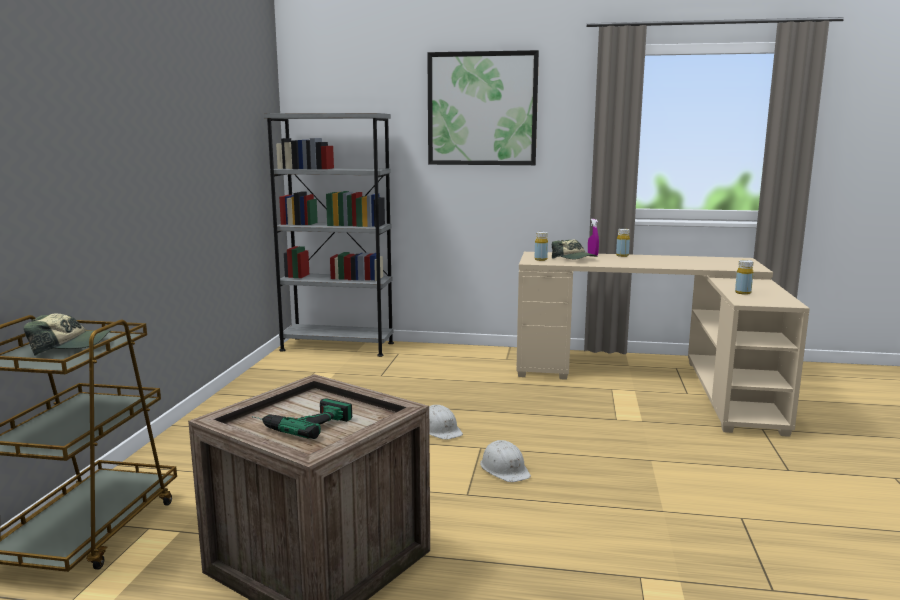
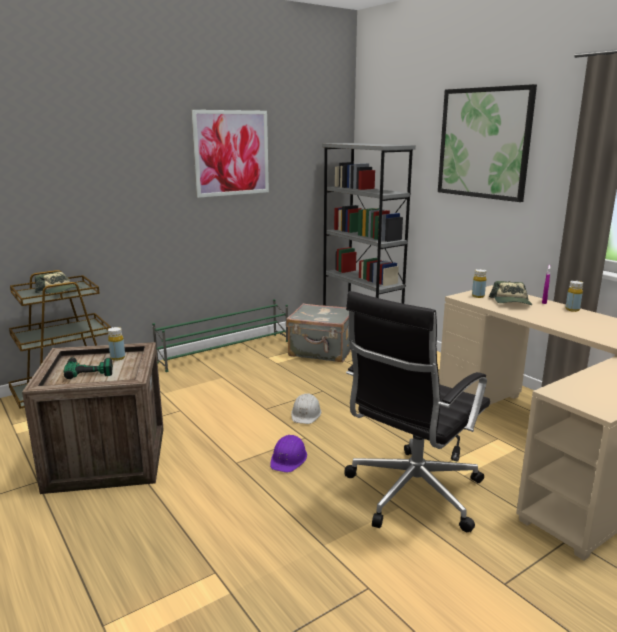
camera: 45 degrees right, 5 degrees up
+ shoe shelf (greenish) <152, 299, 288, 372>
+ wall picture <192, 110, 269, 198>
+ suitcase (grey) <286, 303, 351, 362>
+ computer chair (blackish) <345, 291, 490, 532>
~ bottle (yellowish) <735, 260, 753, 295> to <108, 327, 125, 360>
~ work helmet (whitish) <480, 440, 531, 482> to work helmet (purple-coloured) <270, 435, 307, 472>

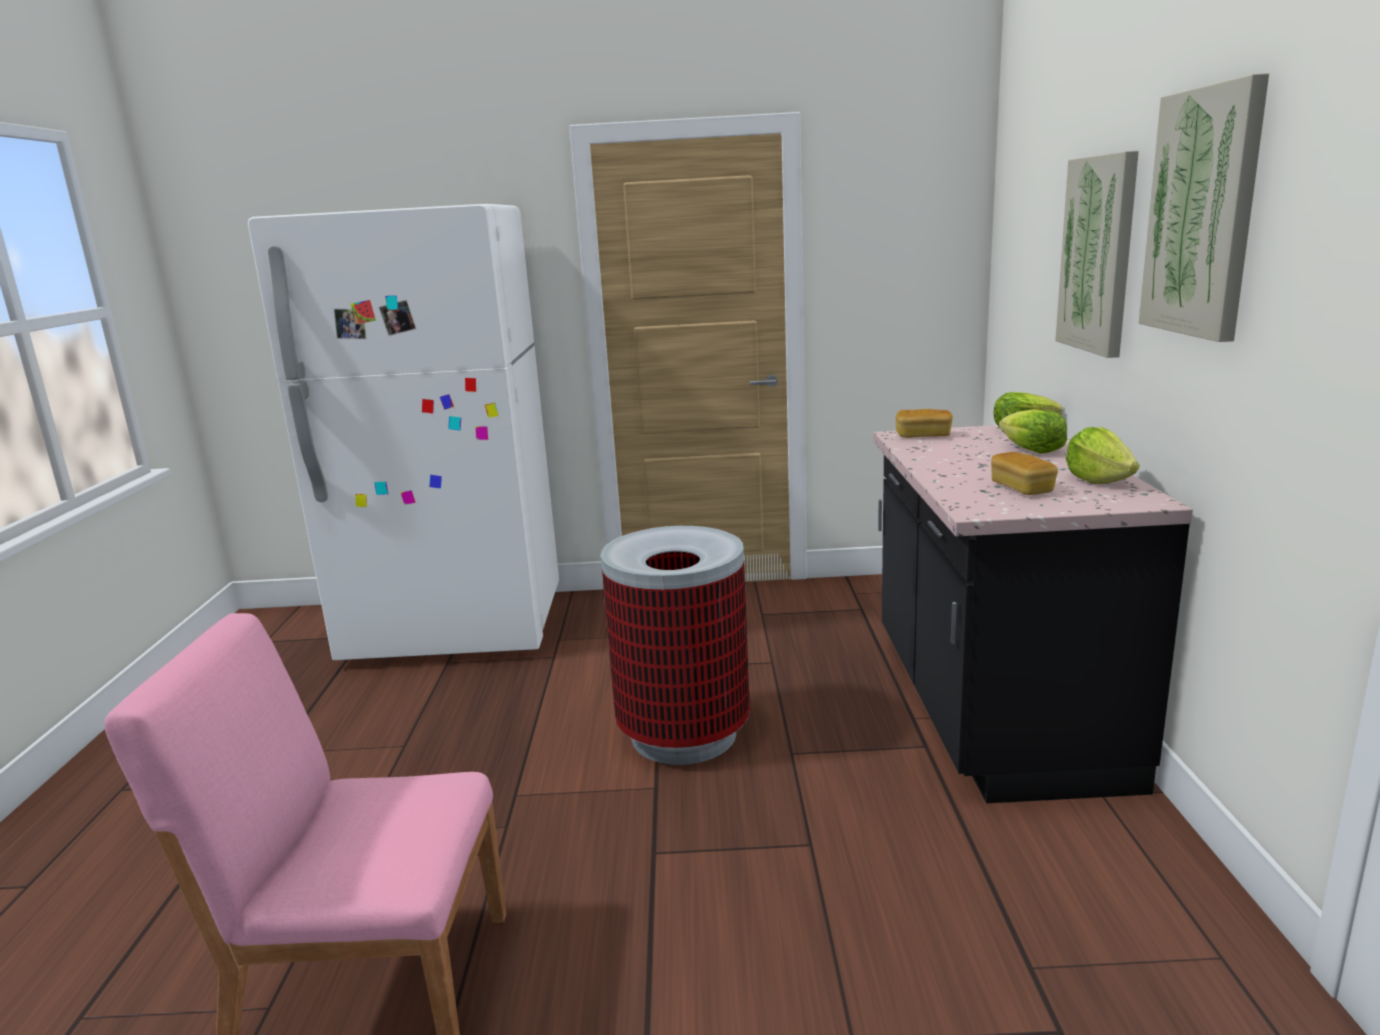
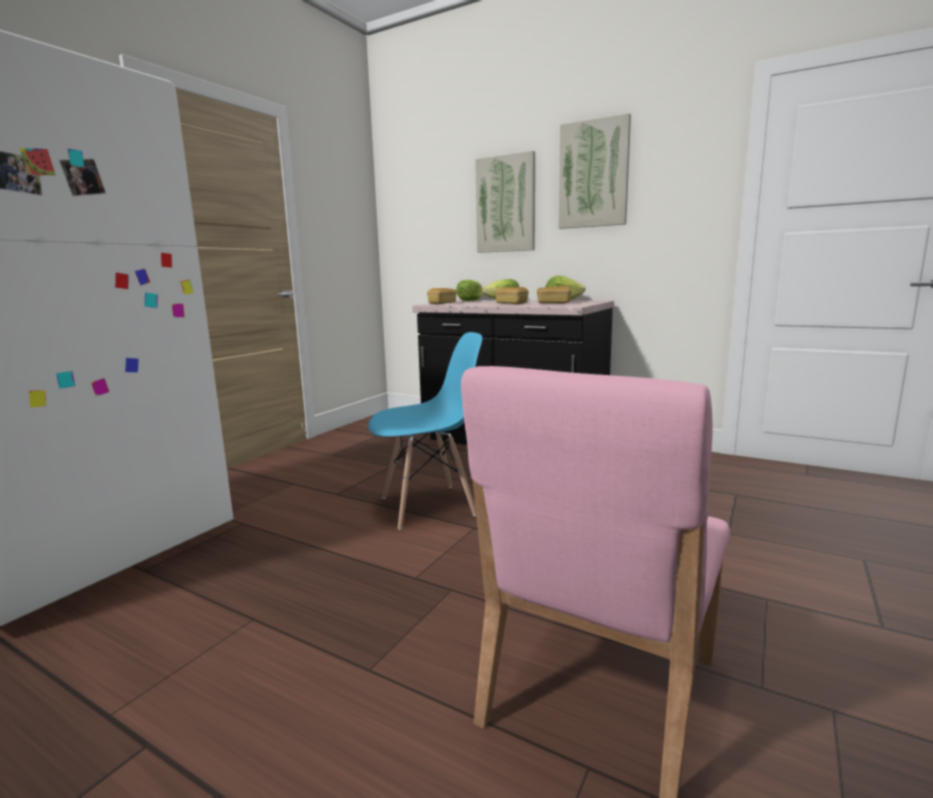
camera: 60 degrees left, 5 degrees down
+ bakery bread <495, 287, 529, 304>
~ trash can <601, 526, 750, 765> to upright chair (blue-coloured) <368, 332, 482, 530>

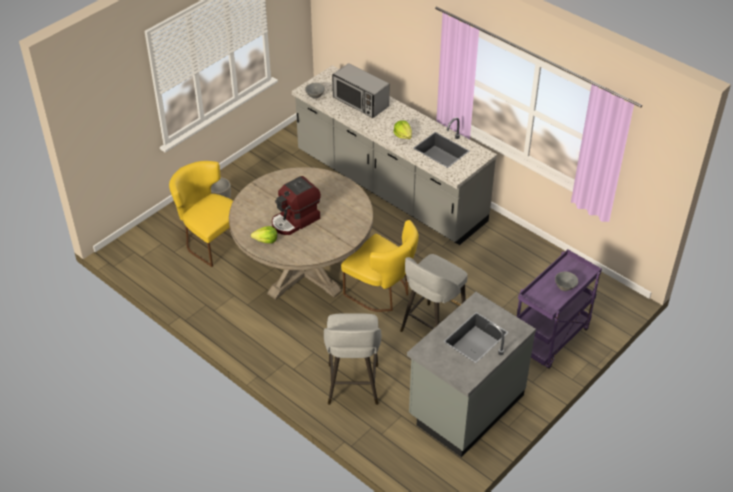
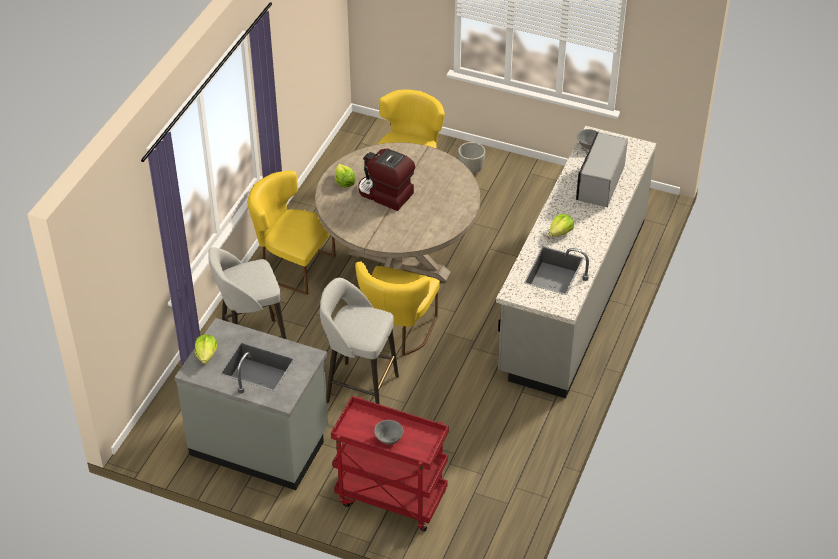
camera: 70 degrees right, 0 degrees up
+ lettuce <195, 334, 218, 364>
+ upright chair (yellowish) <247, 171, 336, 295>
~ wheeled cart (purple-coloured) <517, 249, 602, 369> to wheeled cart (red) <331, 396, 449, 531>

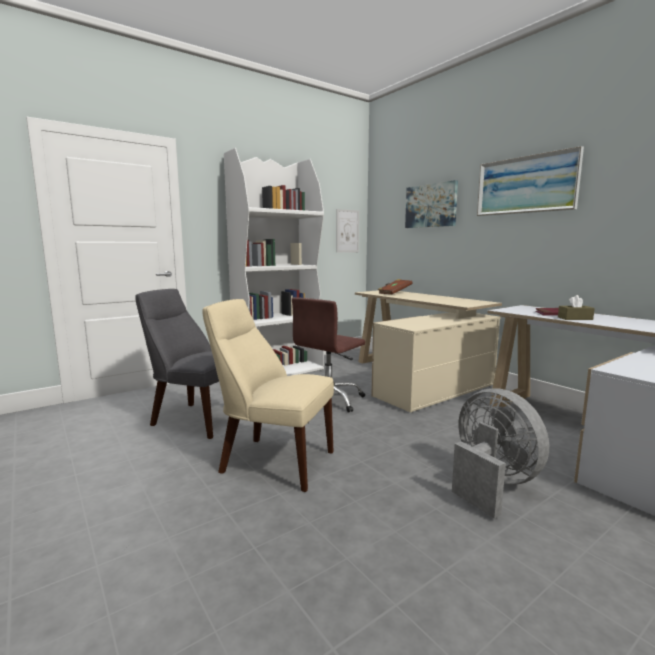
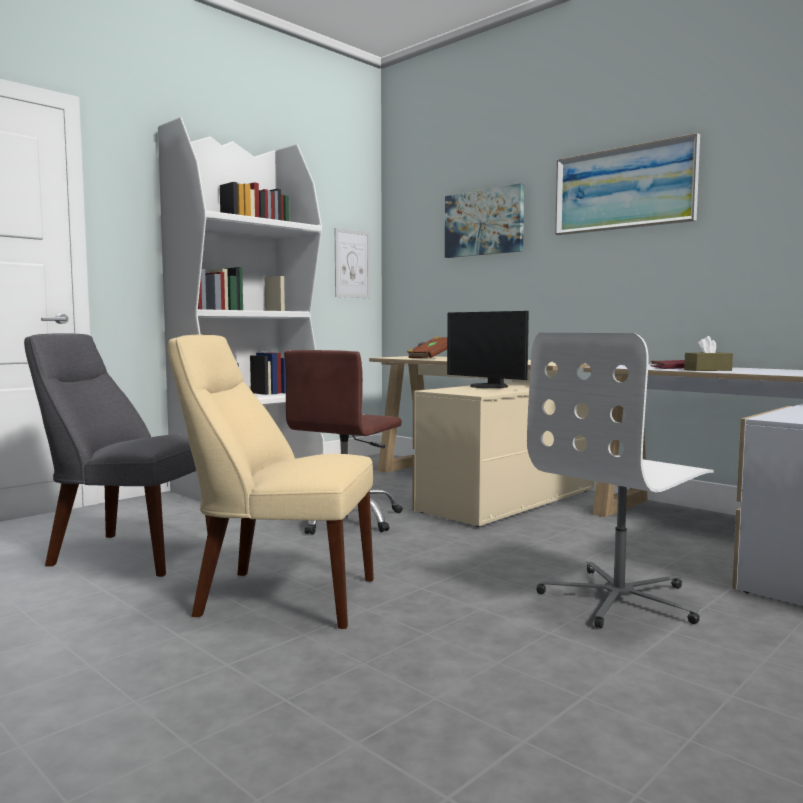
camera: 10 degrees left, 5 degrees down
+ computer display <447, 311, 529, 388>
~ electric fan (grey) <452, 388, 549, 519> to computer chair (whitish) <527, 333, 714, 628>

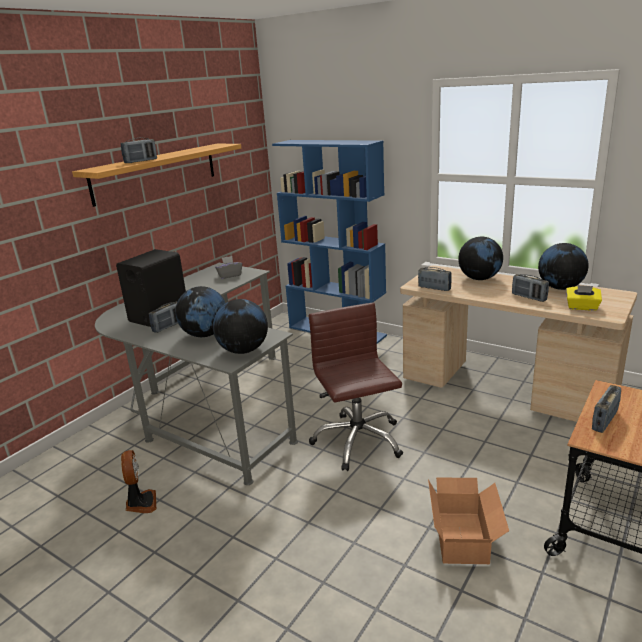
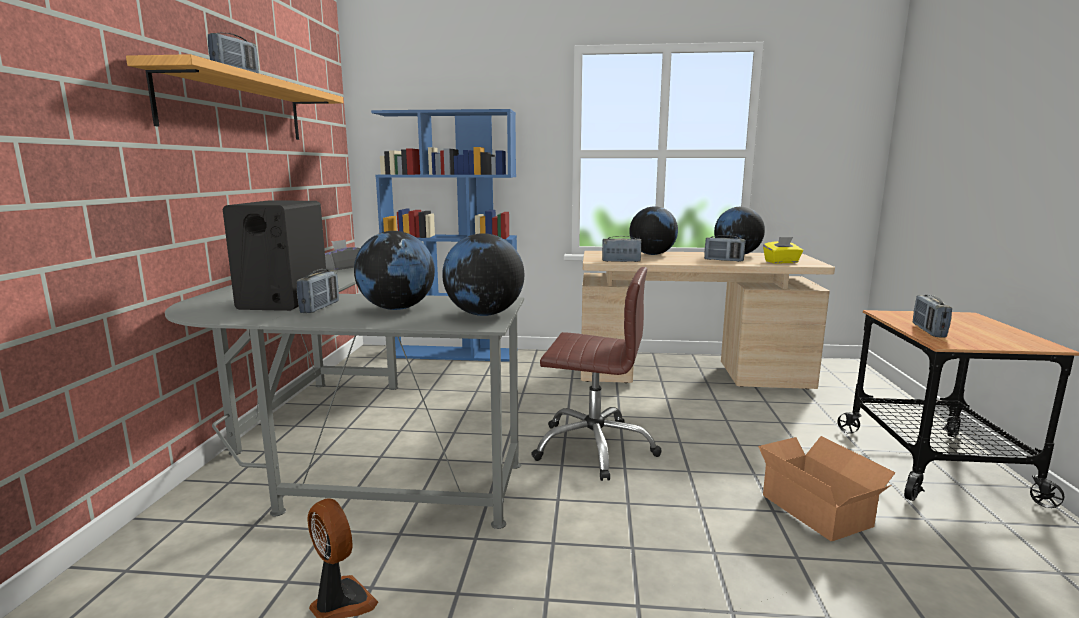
camera: 30 degrees left, 10 degrees down
~ computer chair (brownish) <309, 302, 403, 471> = <531, 267, 661, 481> 150 degrees clockwise

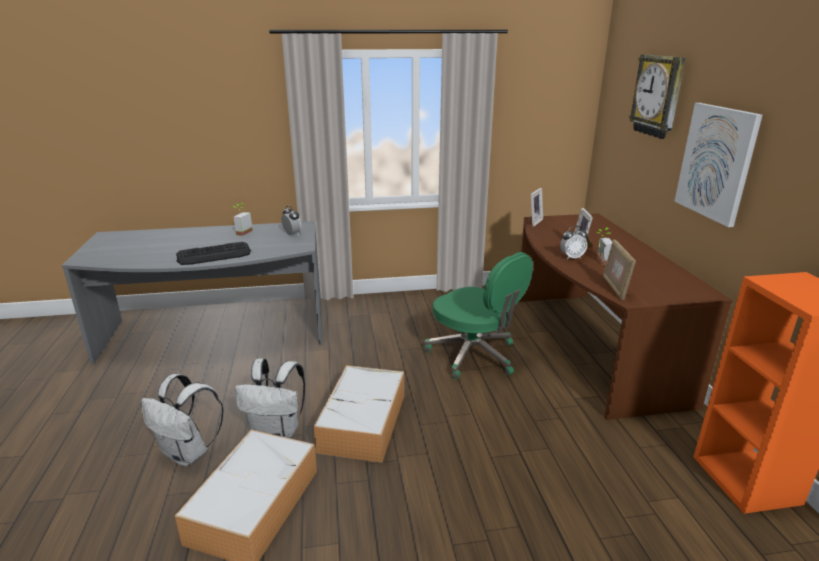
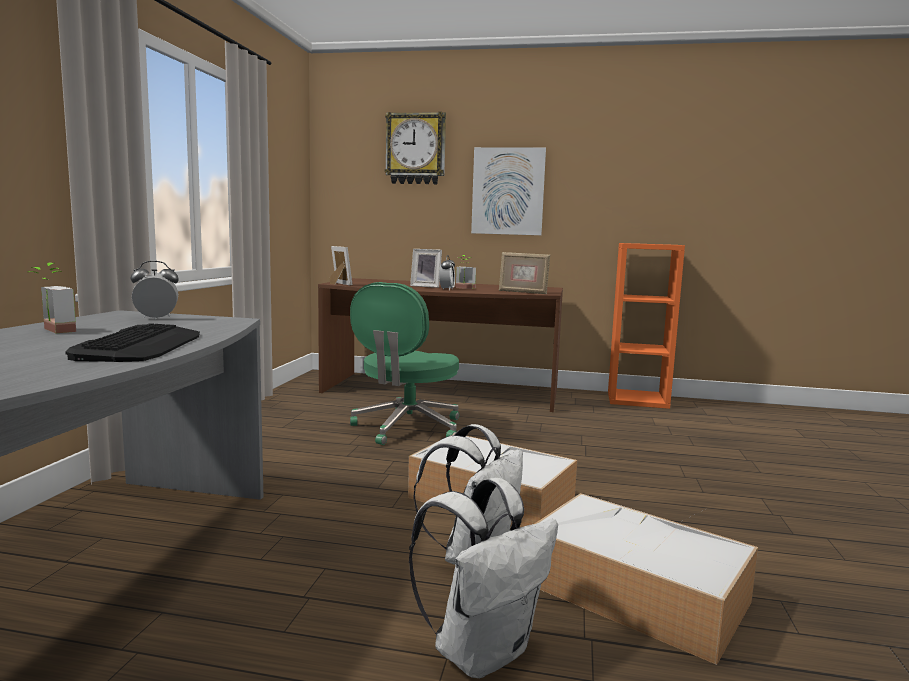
camera: 70 degrees left, 15 degrees down
~ computer chair (greenish) <424, 252, 533, 380> = <350, 282, 459, 445> 135 degrees clockwise

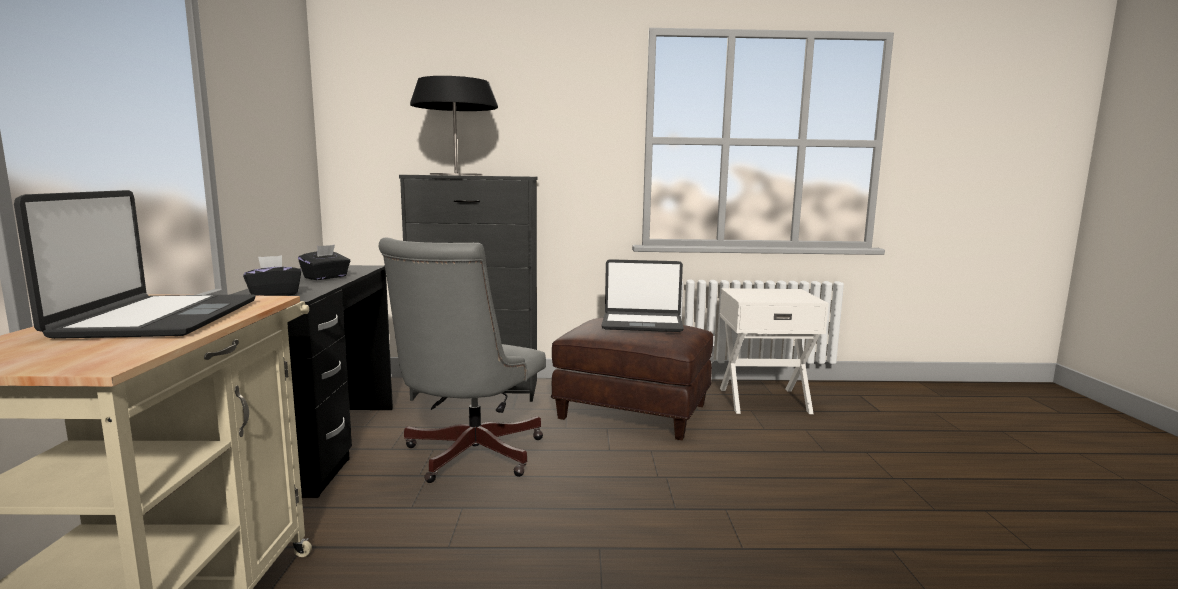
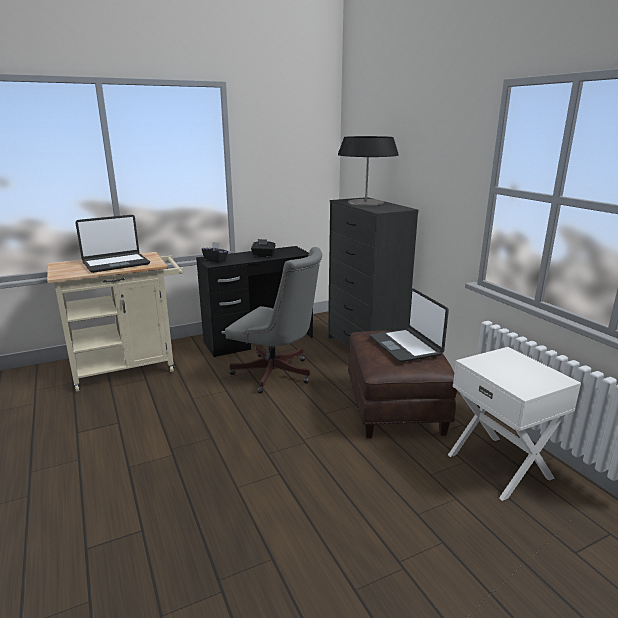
camera: 65 degrees right, 10 degrees up
~ computer chair (grey) <378, 238, 546, 483> = <225, 247, 322, 393> 150 degrees counterclockwise

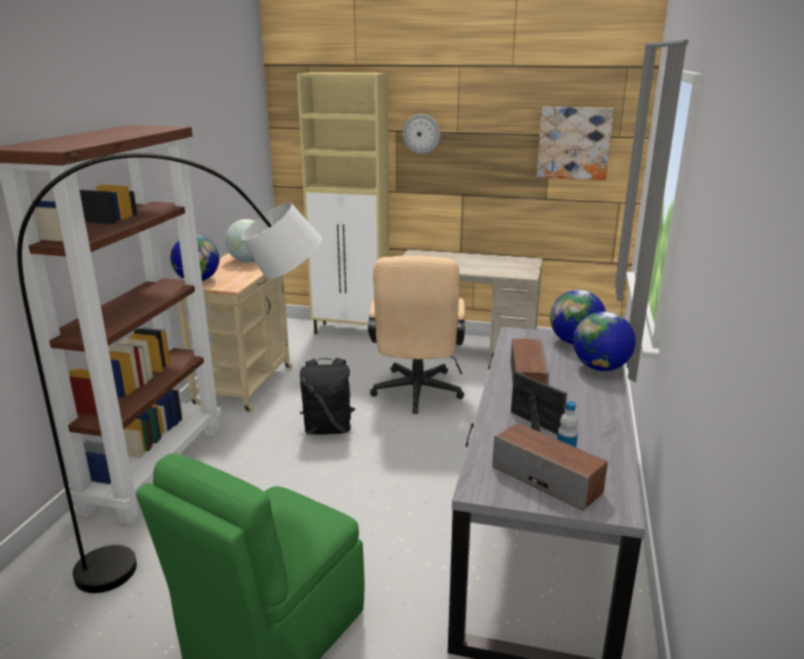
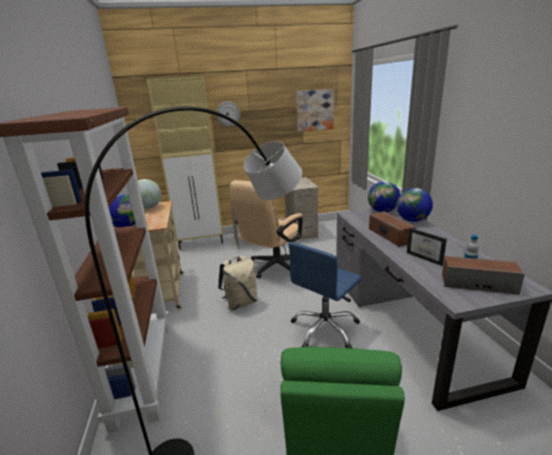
camera: 25 degrees left, 0 degrees up
+ computer chair (blue-coloured) <288, 242, 362, 348>
~ backpack (blackish) <299, 358, 355, 435> to backpack (beige-coloured) <218, 256, 258, 310>
~ computer chair (beige-coloured) <368, 256, 465, 414> = <230, 180, 303, 278> 60 degrees clockwise
~ standing frame <511, 372, 567, 435> = <407, 228, 447, 266> 150 degrees counterclockwise

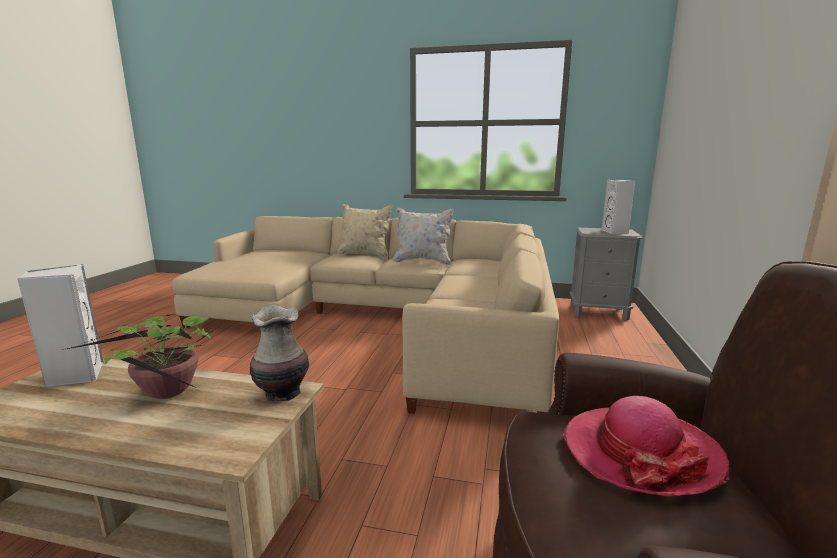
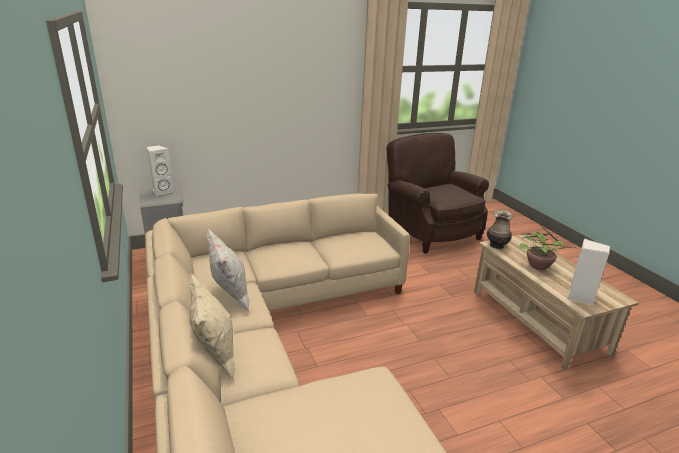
camera: 125 degrees left, 10 degrees up
- hat <563, 396, 730, 496>

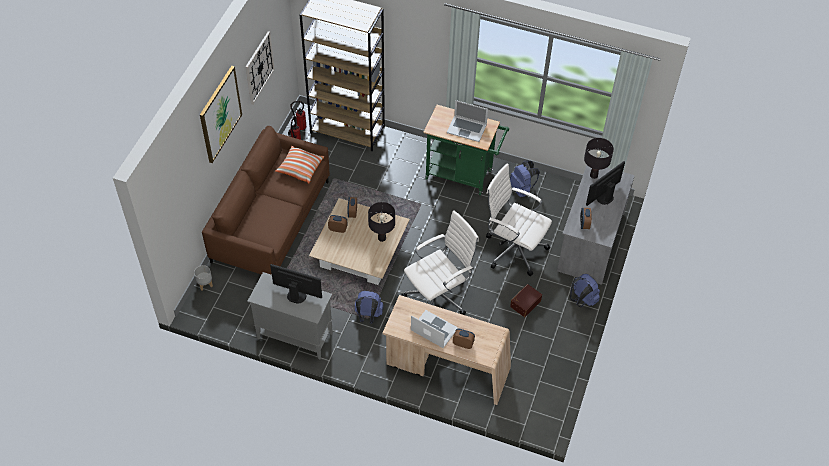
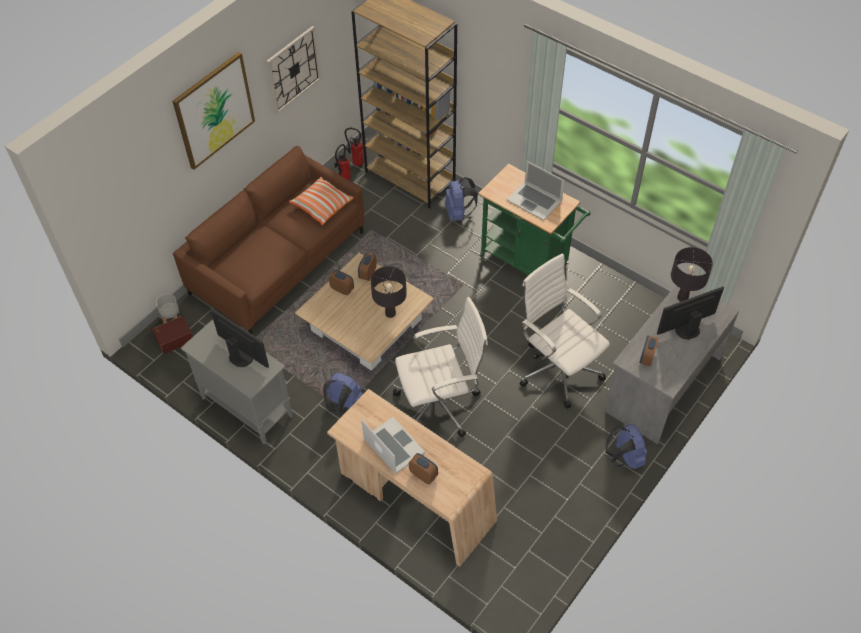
camera: 20 degrees right, 0 degrees up
~ backpack (blue-coloured) <510, 160, 540, 197> to <445, 177, 478, 221>
~ storage container (brownish) <510, 284, 542, 317> to <152, 316, 193, 354>

